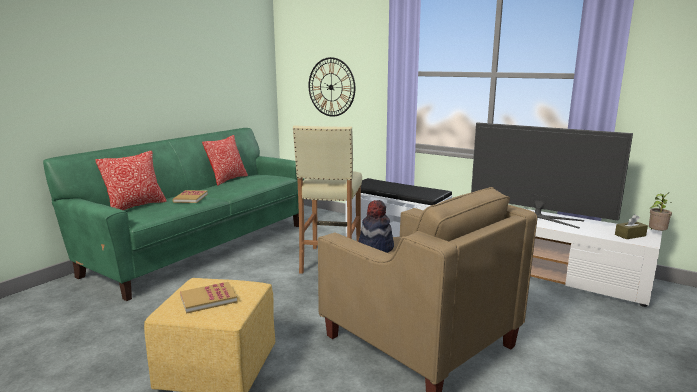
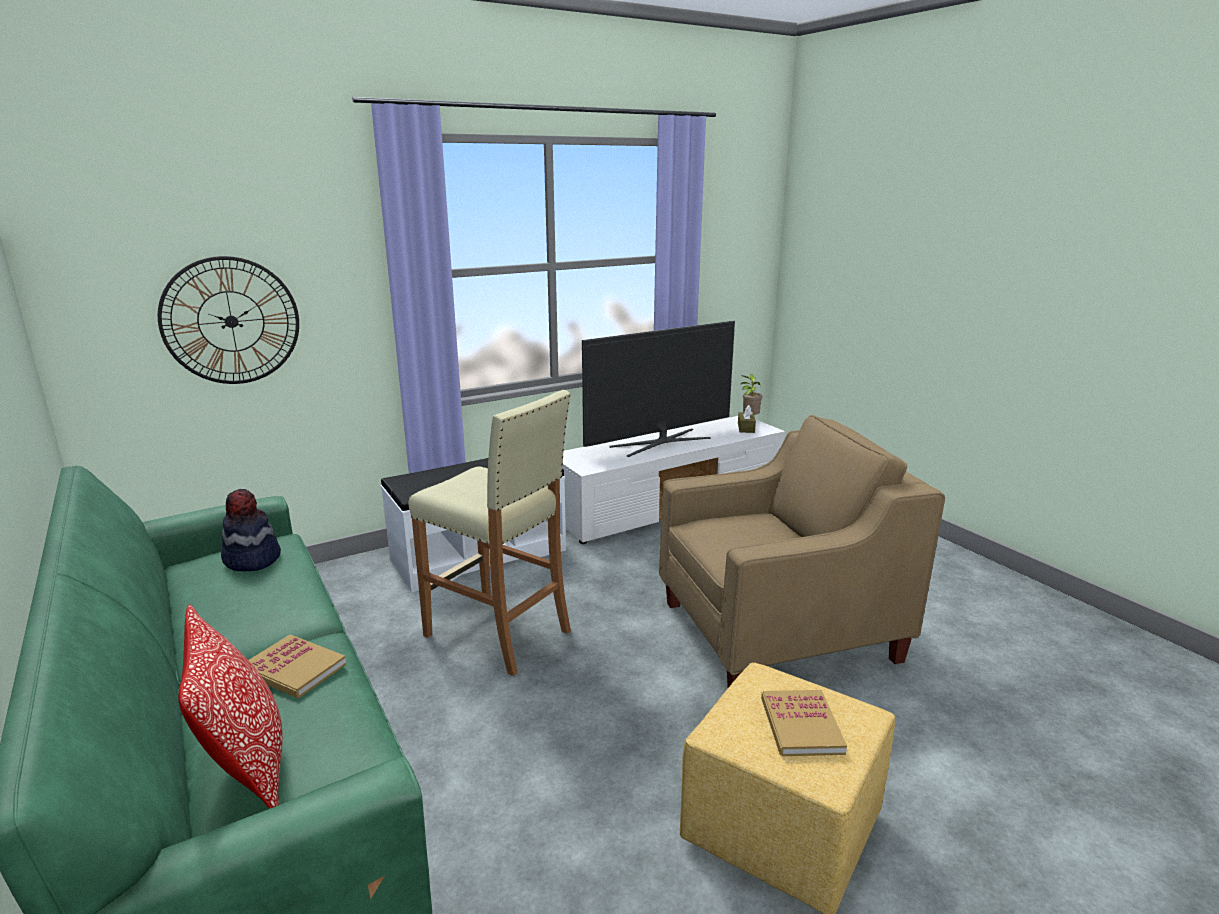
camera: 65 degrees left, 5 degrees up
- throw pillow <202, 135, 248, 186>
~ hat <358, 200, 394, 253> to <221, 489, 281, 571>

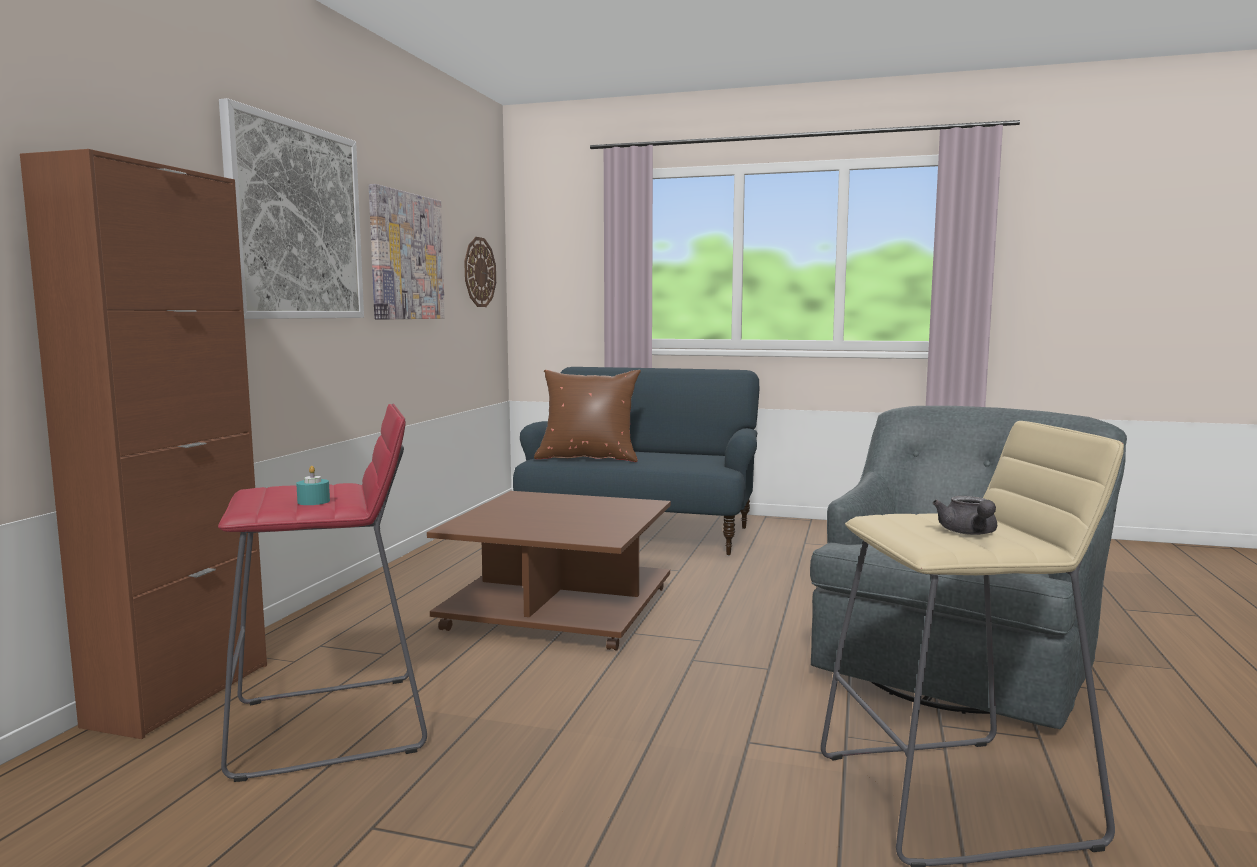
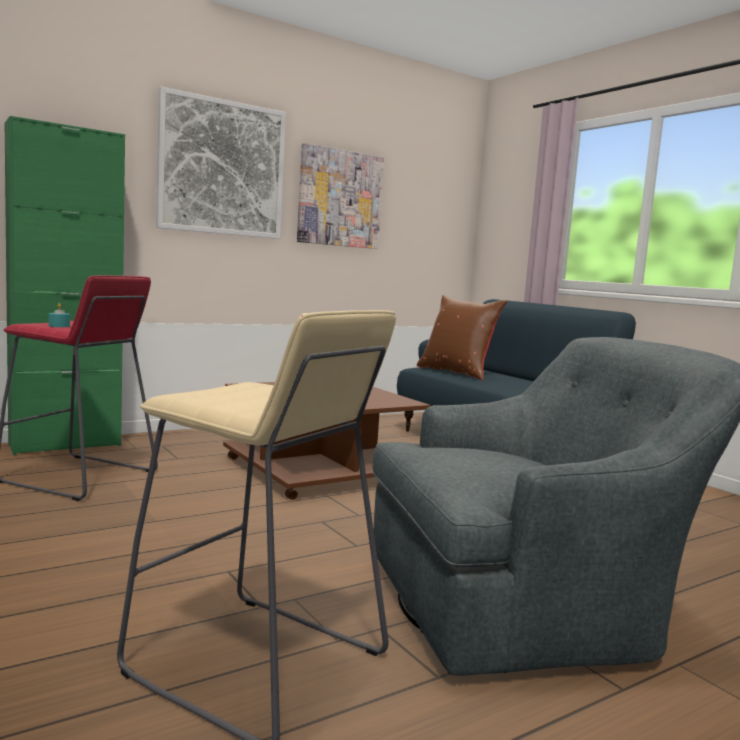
camera: 40 degrees right, 0 degrees up
- hanging clock <464, 237, 496, 307>
- pot for tea (grey) <933, 496, 997, 535>
~ storage cabinet (brownish) <20, 149, 267, 739> to storage cabinet (greenish) <5, 116, 125, 455>

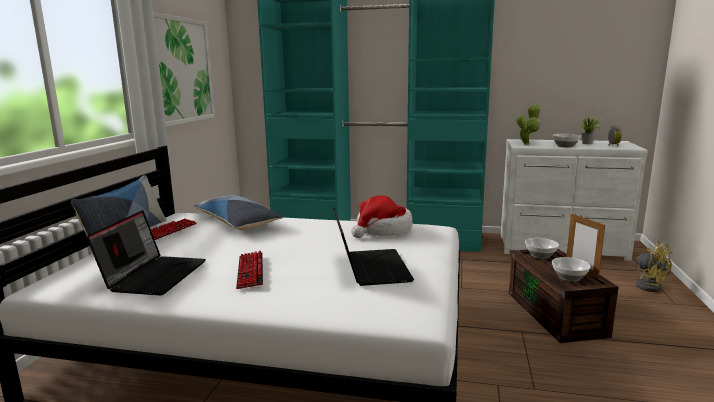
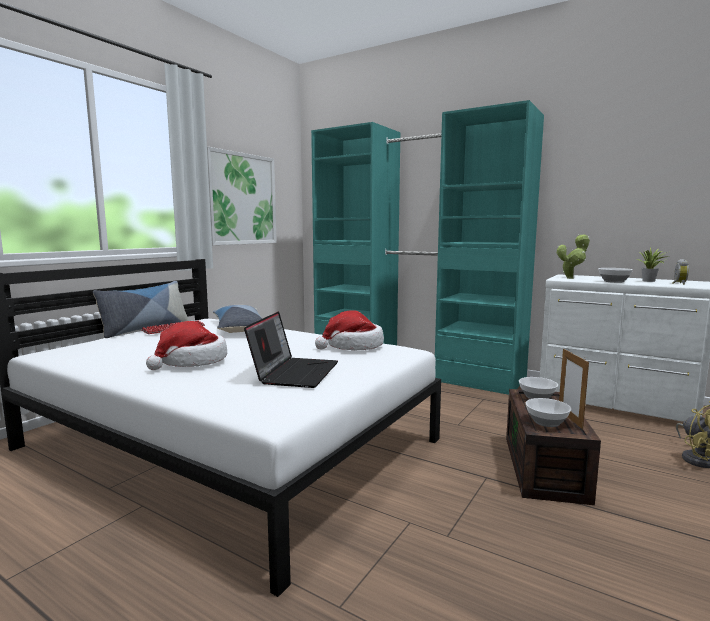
camera: 20 degrees right, 5 degrees down
- portable computer <86, 210, 206, 295>
~ computer keyboard <236, 251, 263, 289> to hat <146, 321, 227, 370>

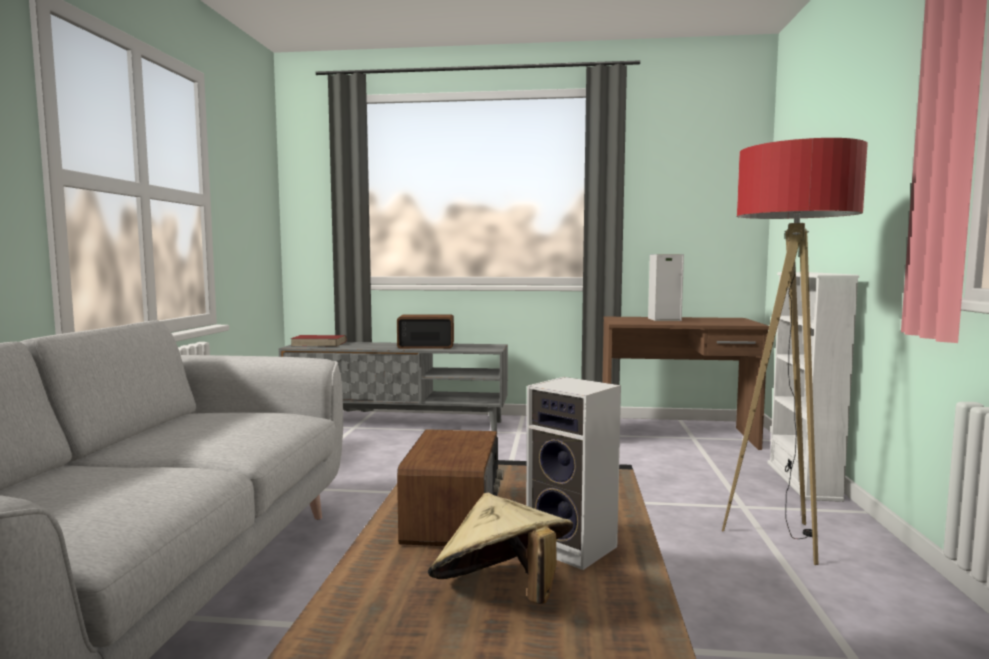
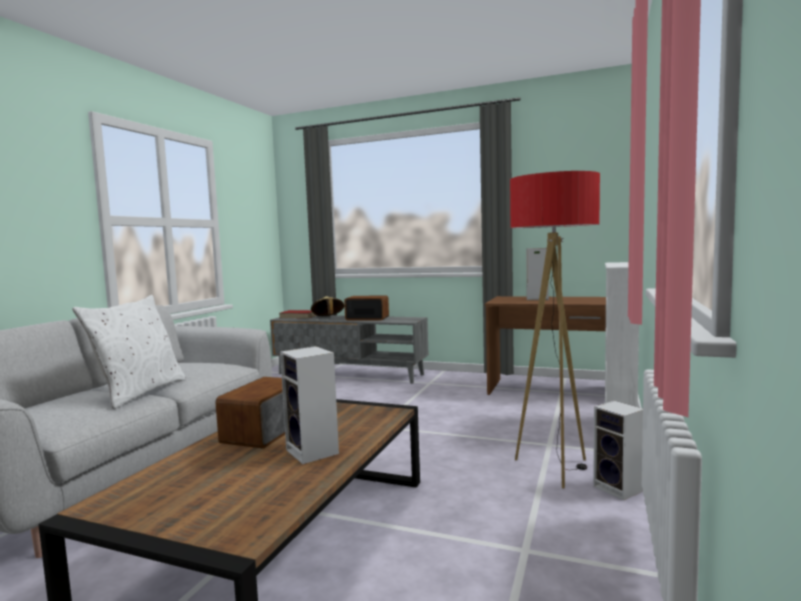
camera: 15 degrees right, 0 degrees up
+ throw pillow (whitish) <72, 295, 186, 409>
+ audio speaker <593, 401, 643, 501>
~ hat (beige-coloured) <428, 493, 573, 604> to <311, 296, 344, 316>

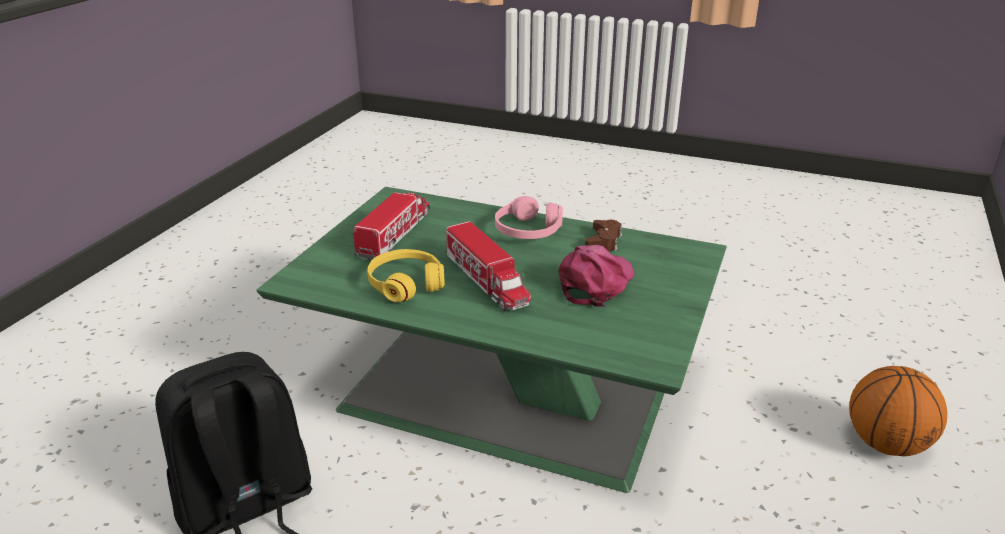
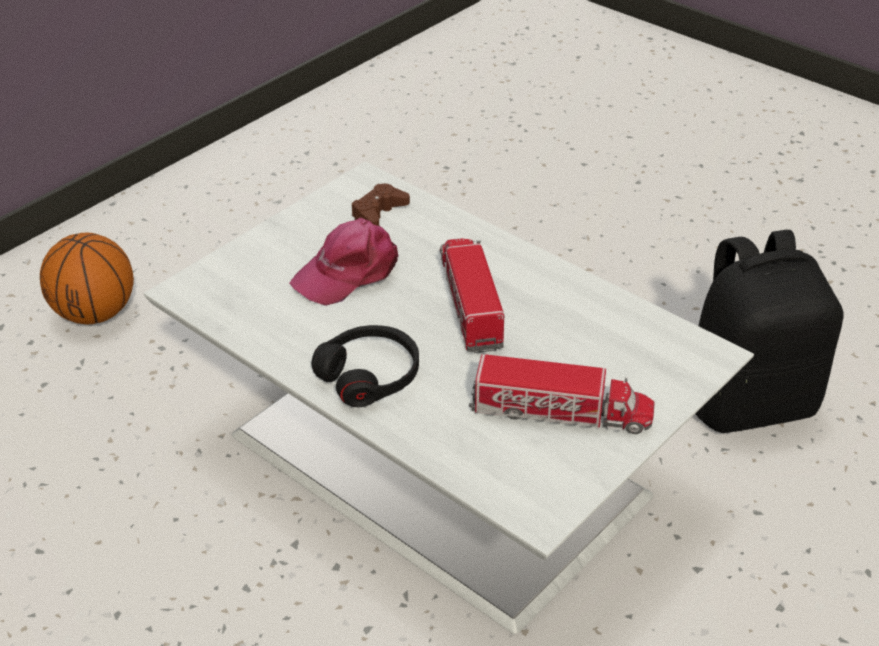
camera: 160 degrees left, 10 degrees up
- pair of headphones (yellowish) <367, 249, 445, 302>
~ gamepad (brownish) <585, 220, 622, 251> to <352, 184, 410, 226>
~ low table (greenish) <257, 187, 727, 493> to low table (whitish) <144, 162, 754, 634>
~ pair of headphones (pink) <495, 196, 563, 239> to pair of headphones (blackish) <311, 325, 419, 407>
~ model truck <353, 192, 430, 261> = <469, 354, 655, 434> 120 degrees counterclockwise

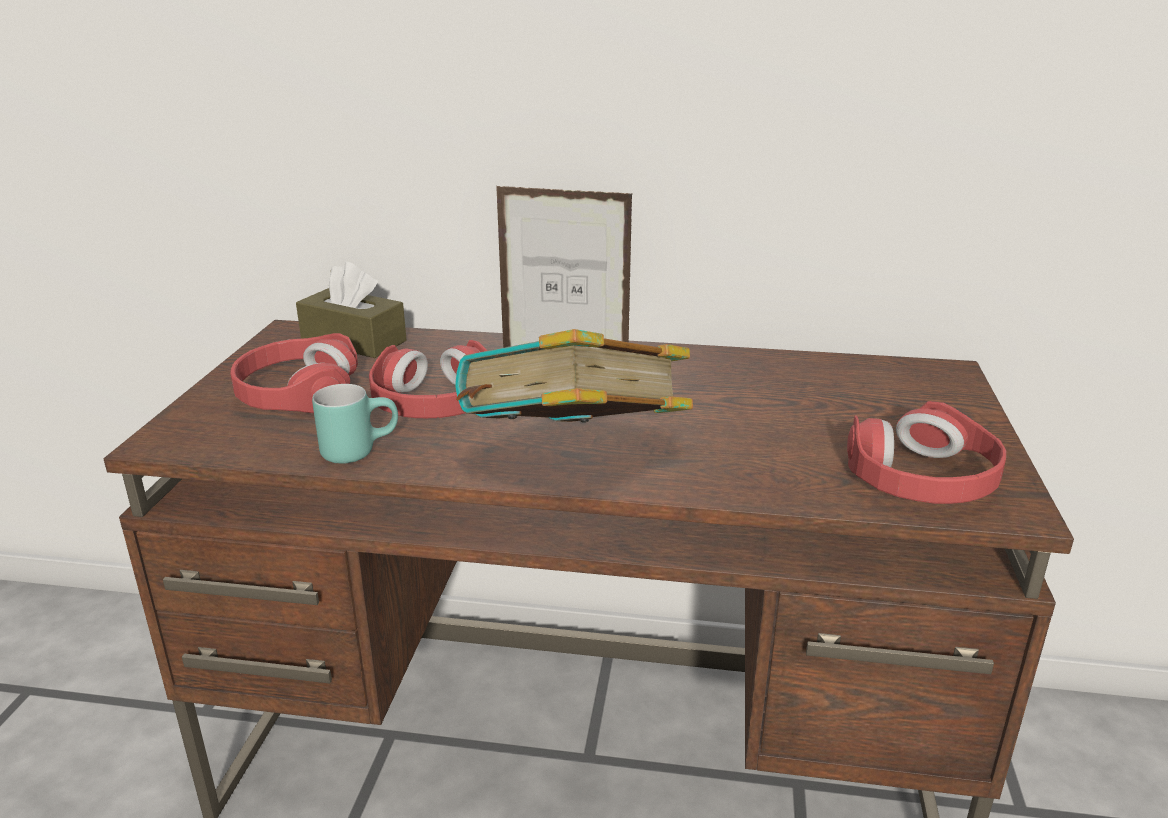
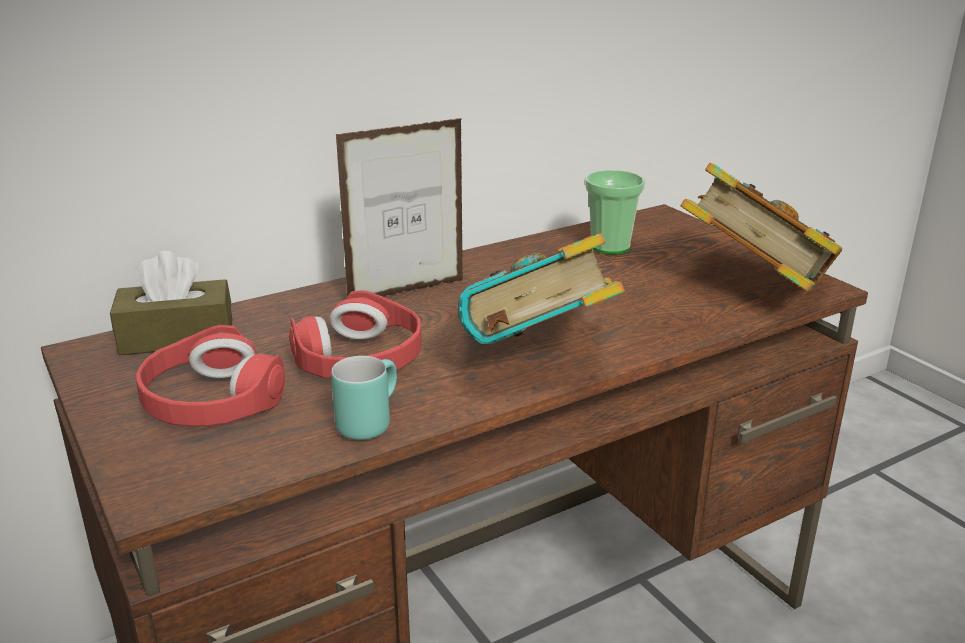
camera: 40 degrees left, 0 degrees up
+ cup <585, 170, 645, 254>
~ pair of headphones (red) <847, 401, 1006, 504> to bound book <681, 163, 842, 291>

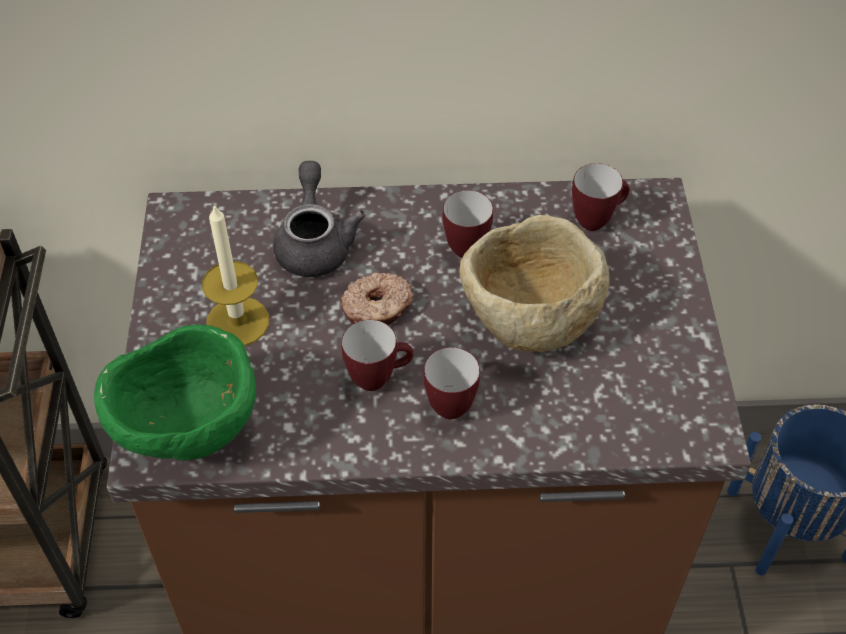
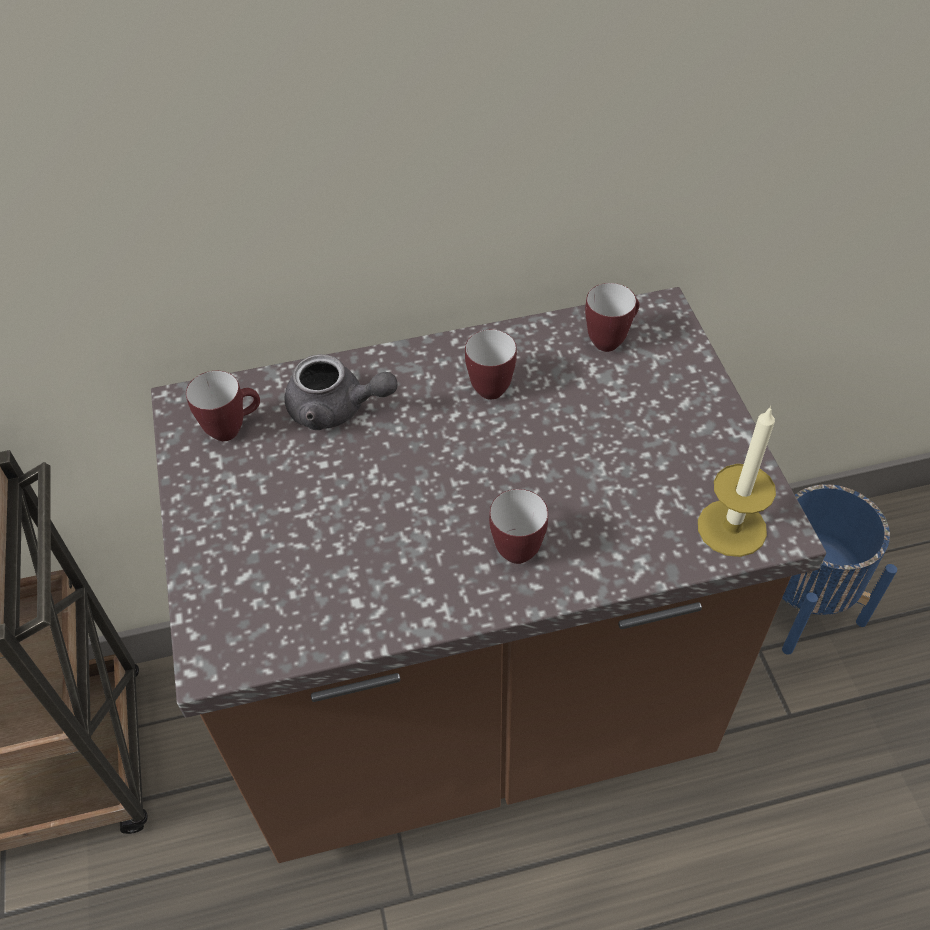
camera: 10 degrees left, 0 degrees up
- deep dish (greenish) <94, 324, 256, 461>
- ring doughnut <341, 273, 414, 325>
- deep dish (beige-coloured) <459, 215, 610, 352>
~ candle <202, 204, 269, 346> to <698, 406, 776, 557>
~ coffee mug <341, 320, 413, 391> to <186, 371, 260, 441>
~ pot for tea (grey) <273, 161, 365, 277> = <285, 354, 397, 430> 120 degrees clockwise

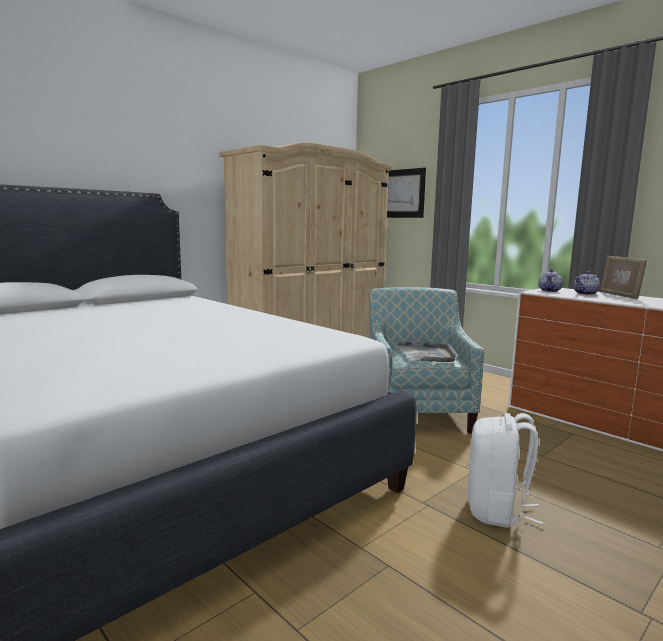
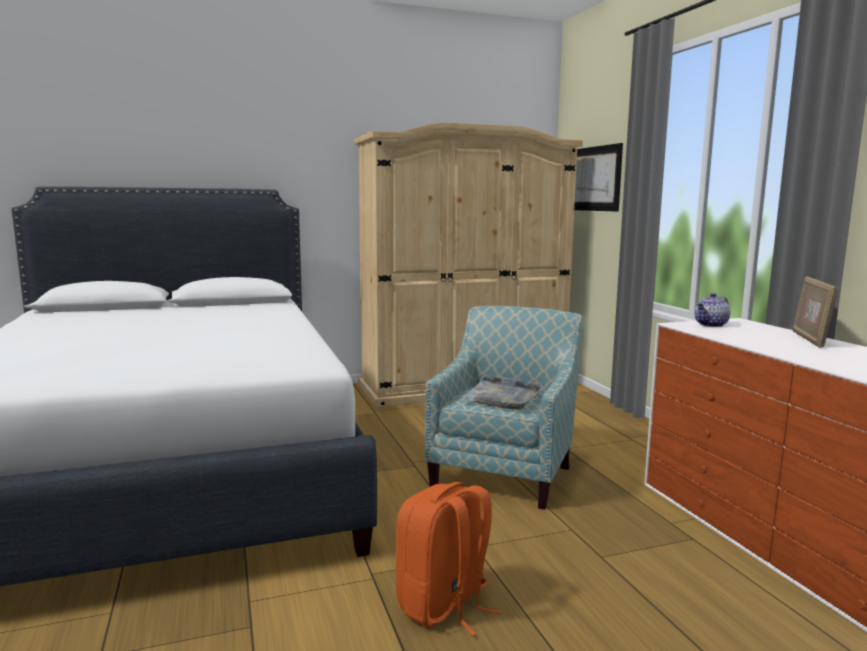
camera: 25 degrees right, 0 degrees up
- pot for tea <574, 271, 600, 295>
~ backpack (whitish) <468, 413, 544, 528> to backpack (orange) <396, 482, 501, 636>

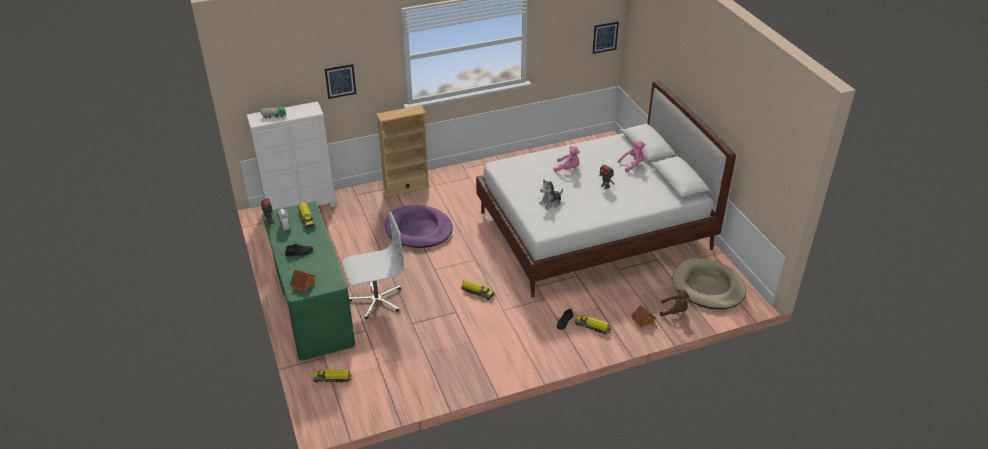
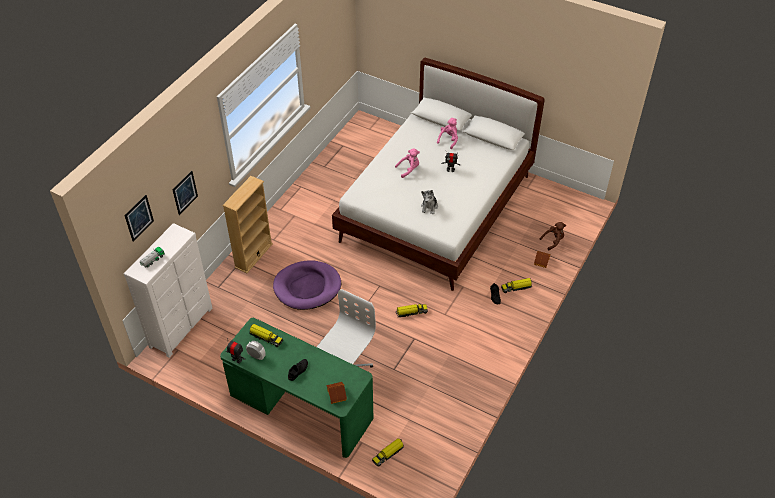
camera: 40 degrees left, 10 degrees up
- dog bed (beige-coloured) <672, 258, 746, 309>
~ wall picture <592, 21, 619, 54> to <124, 195, 154, 242>

